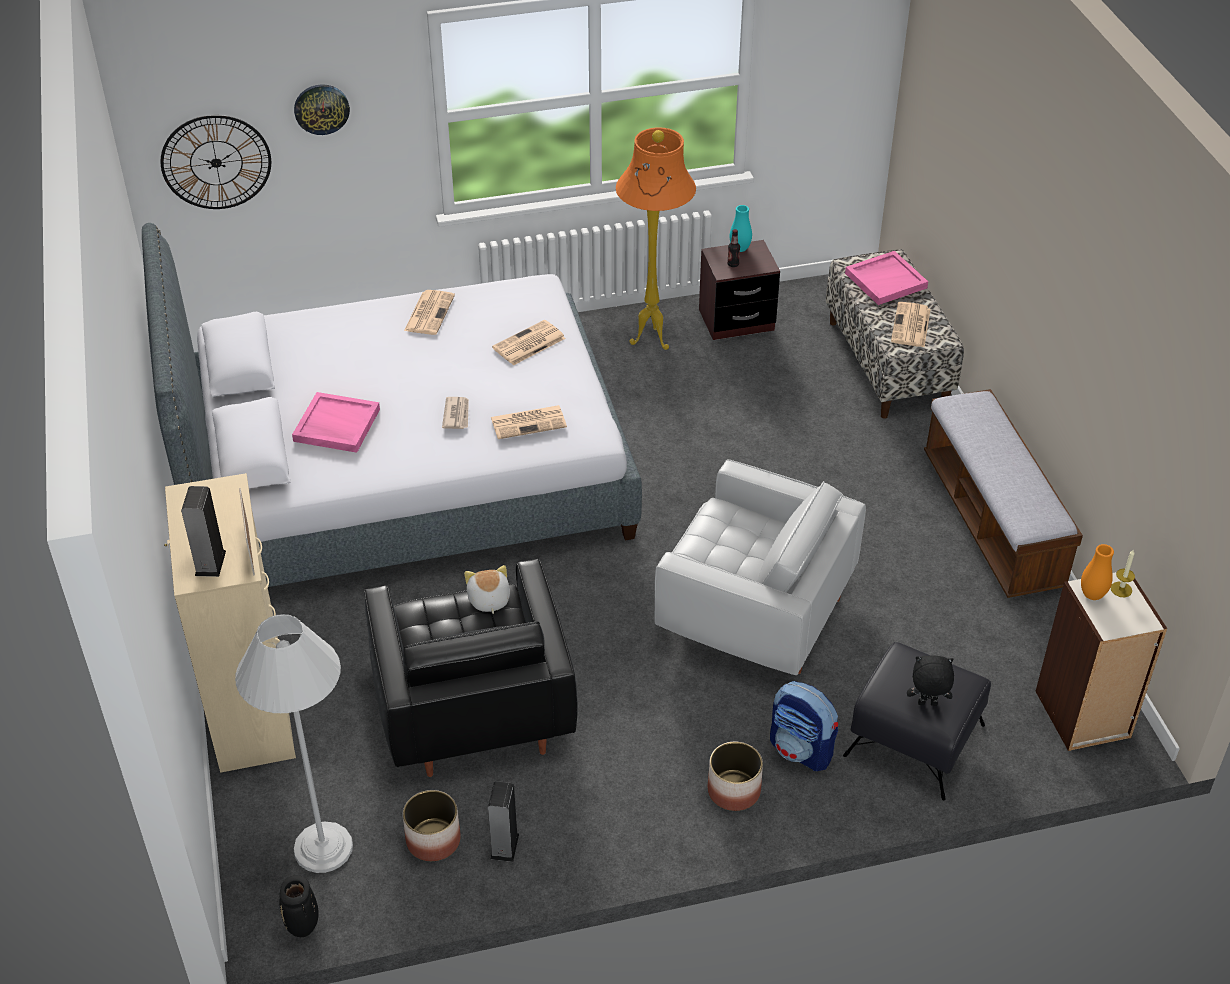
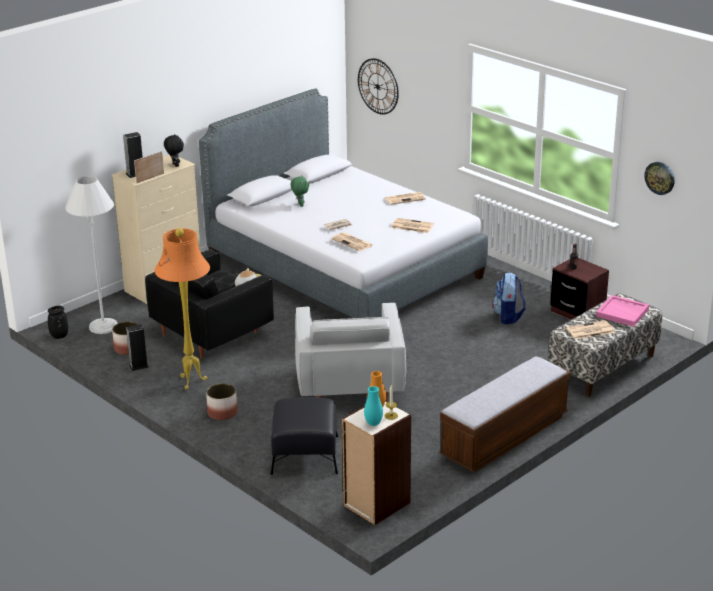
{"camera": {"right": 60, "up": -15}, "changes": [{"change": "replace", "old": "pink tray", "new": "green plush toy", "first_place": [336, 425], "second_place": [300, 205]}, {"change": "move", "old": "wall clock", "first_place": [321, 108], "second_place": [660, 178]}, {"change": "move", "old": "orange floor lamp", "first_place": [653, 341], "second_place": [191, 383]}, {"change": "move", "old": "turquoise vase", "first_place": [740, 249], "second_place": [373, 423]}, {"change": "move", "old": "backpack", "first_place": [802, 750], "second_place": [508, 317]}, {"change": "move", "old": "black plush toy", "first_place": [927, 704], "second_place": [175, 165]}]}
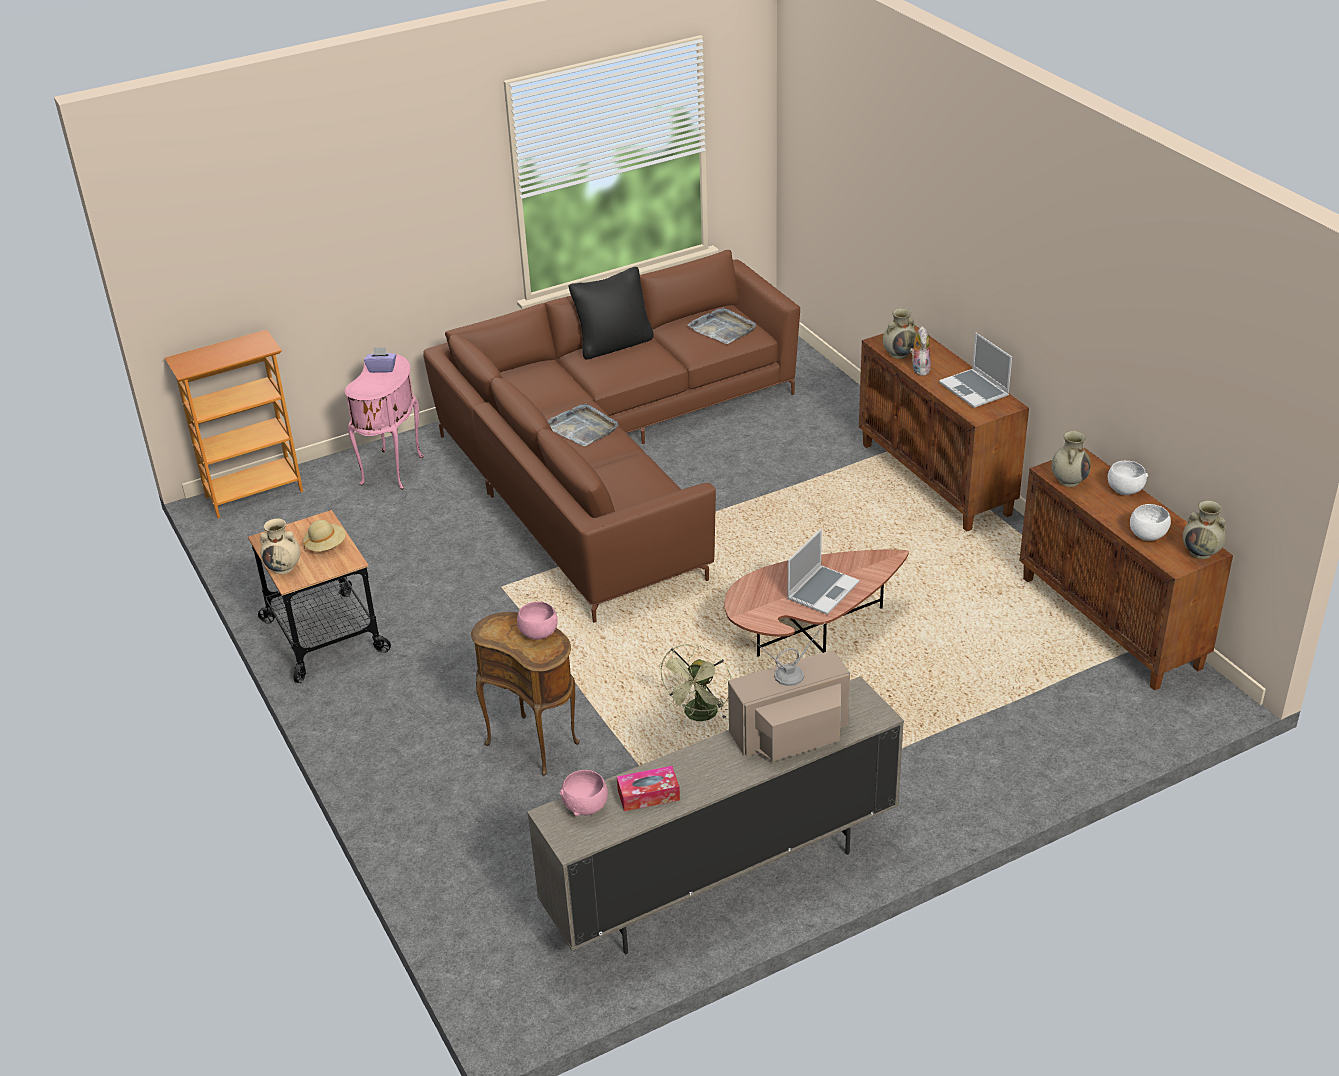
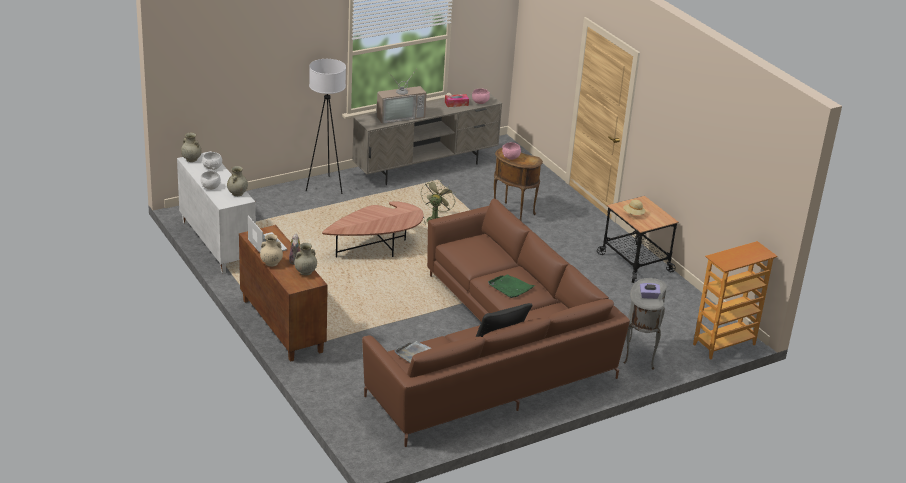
{"camera": {"right": 175, "up": -5}, "changes": [{"change": "move", "old": "beige vase", "first_place": [284, 568], "second_place": [271, 263]}, {"change": "recolor", "old": "pink side table", "new": "grey side table", "first_place": [394, 471], "second_place": [639, 354]}, {"change": "recolor", "old": "grey tray", "new": "green tray", "first_place": [583, 428], "second_place": [510, 287]}, {"change": "delete", "old": "laptop", "first_place": [822, 590]}, {"change": "recolor", "old": "brown cabinet", "new": "white cabinet", "first_place": [1111, 623], "second_place": [216, 243]}, {"change": "insert", "new": "white floor lamp", "second_place": [326, 186]}]}
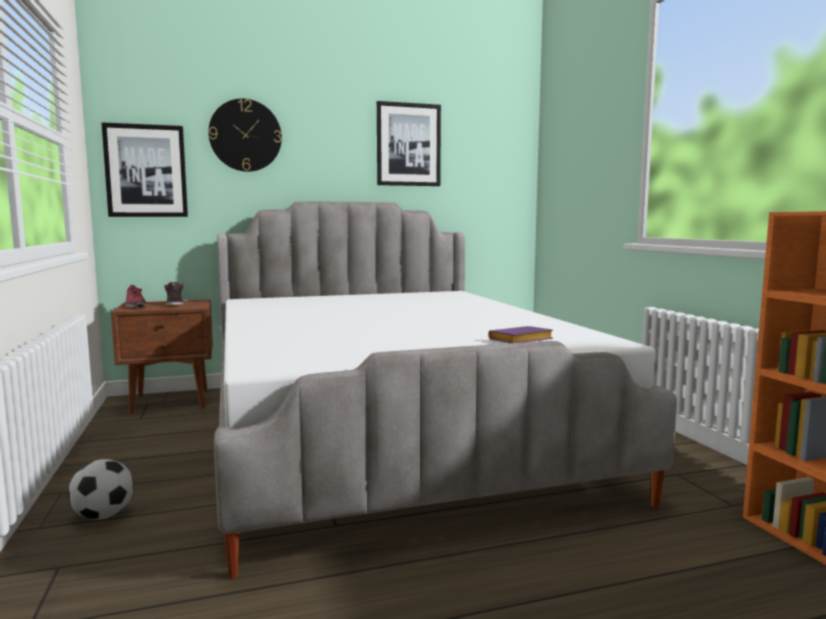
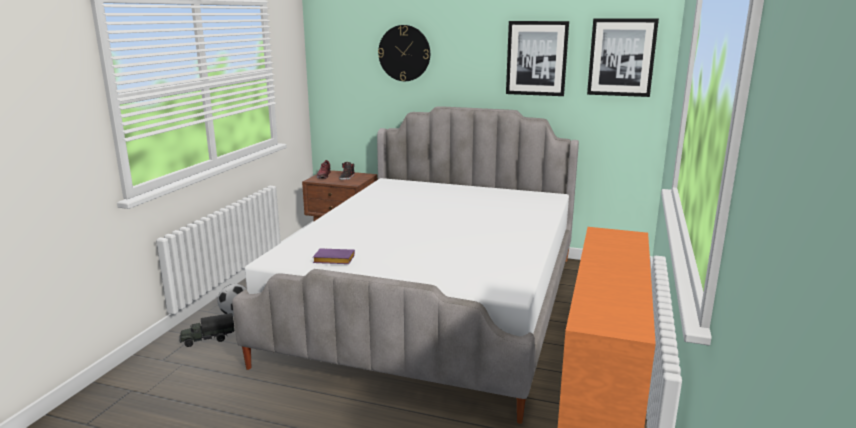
{"camera": {"right": 35, "up": 10}, "changes": [{"change": "move", "old": "picture", "first_place": [146, 171], "second_place": [621, 57]}, {"change": "move", "old": "purple book", "first_place": [520, 341], "second_place": [333, 260]}, {"change": "insert", "new": "toy truck", "second_place": [208, 339]}]}
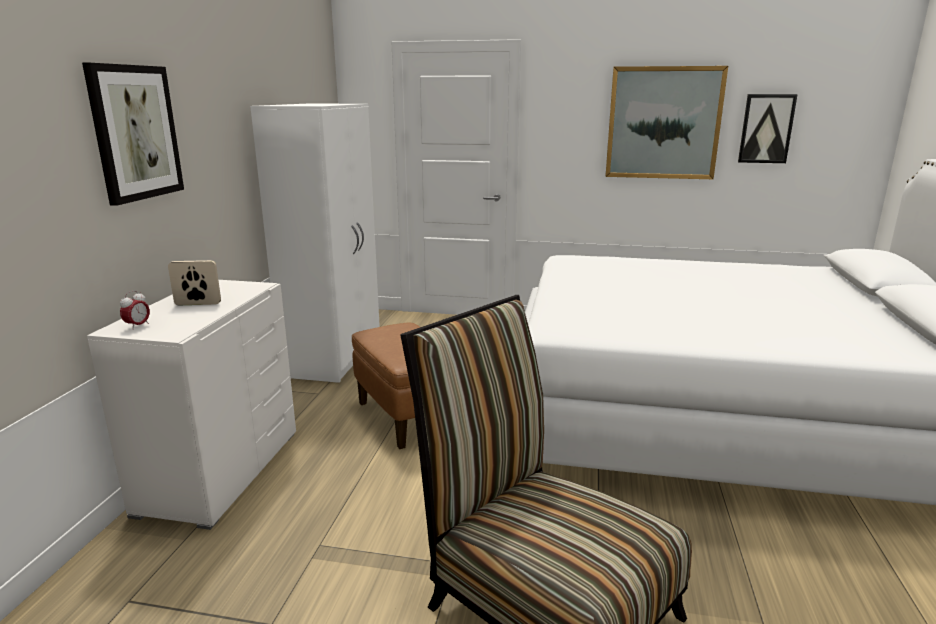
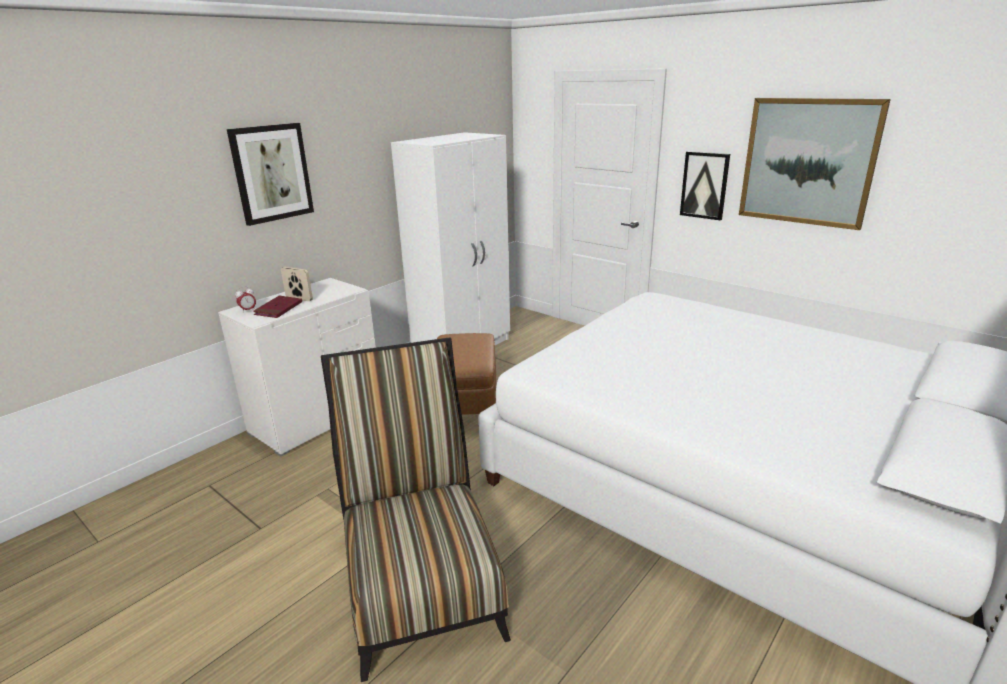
{"camera": {"right": 30, "up": 5}, "changes": [{"change": "move", "old": "picture", "first_place": [766, 128], "second_place": [704, 185]}, {"change": "insert", "new": "red book", "second_place": [278, 309]}]}
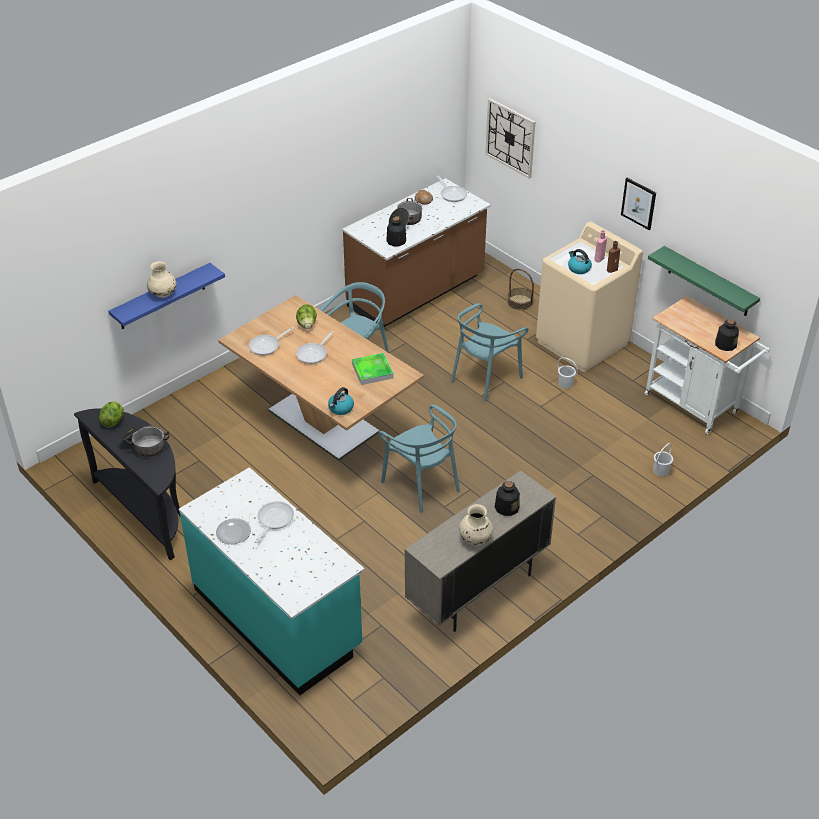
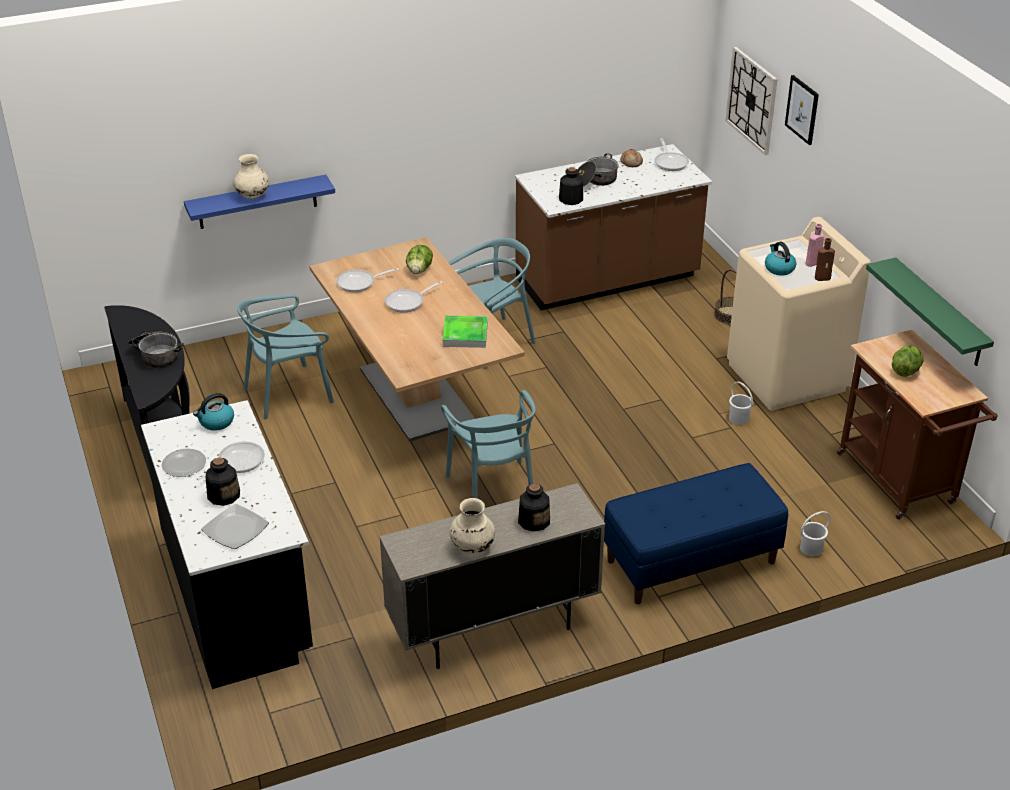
{"camera": {"right": 20, "up": -5}, "changes": [{"change": "move", "old": "lettuce", "first_place": [113, 421], "second_place": [905, 371]}, {"change": "recolor", "old": "turquoise counter", "new": "black counter", "first_place": [278, 618], "second_place": [238, 596]}, {"change": "move", "old": "kettle", "first_place": [340, 408], "second_place": [216, 422]}, {"change": "move", "old": "turquoise chair", "first_place": [485, 378], "second_place": [288, 393]}, {"change": "move", "old": "picture", "first_place": [638, 203], "second_place": [802, 109]}, {"change": "recolor", "old": "white cart", "new": "brown cart", "first_place": [695, 406], "second_place": [900, 483]}, {"change": "move", "old": "bottle", "first_place": [725, 344], "second_place": [223, 495]}, {"change": "insert", "new": "plate", "second_place": [235, 529]}, {"change": "insert", "new": "blue bench", "second_place": [690, 562]}]}
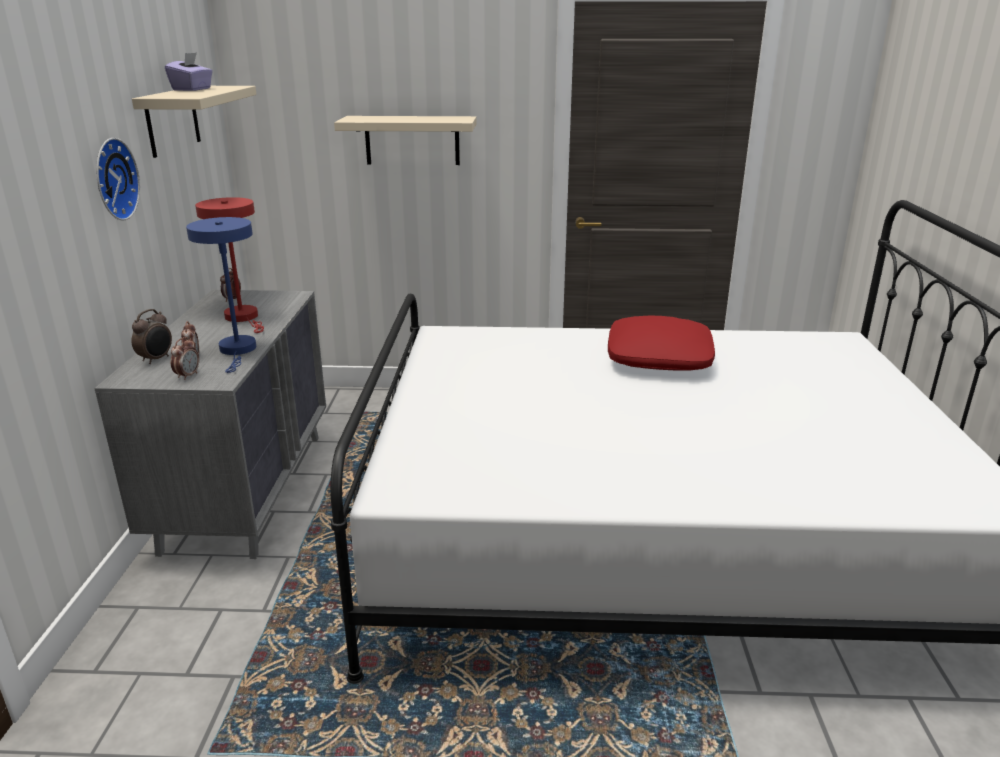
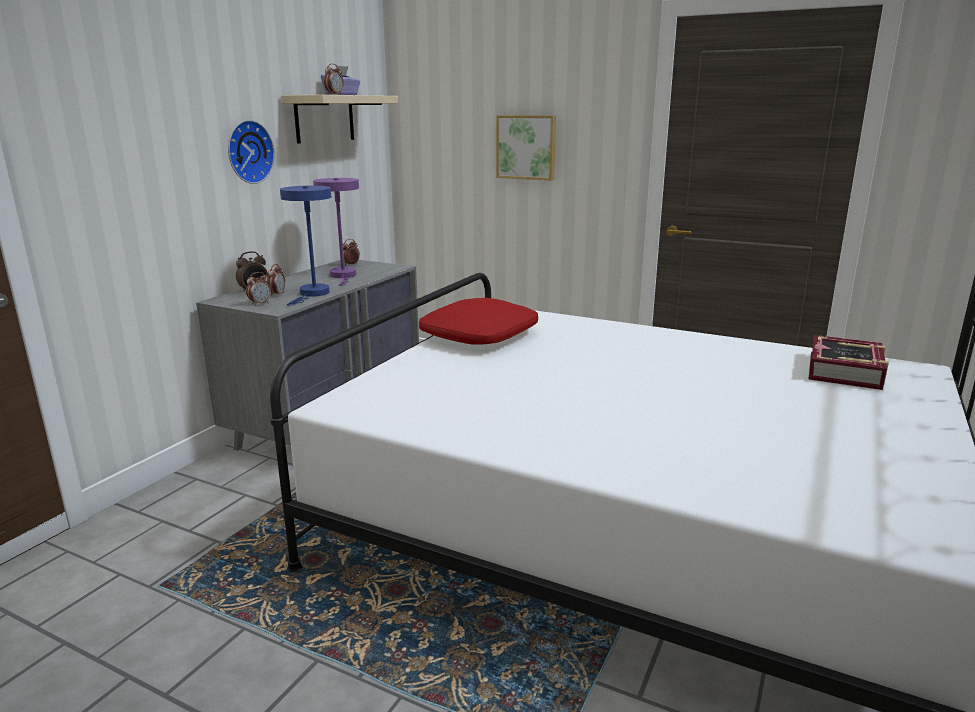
{"camera": {"right": 25, "up": -5}, "changes": [{"change": "recolor", "old": "red table lamp", "new": "purple table lamp", "first_place": [244, 318], "second_place": [343, 276]}, {"change": "replace", "old": "beige shelf", "new": "picture", "first_place": [412, 140], "second_place": [526, 147]}, {"change": "move", "old": "red pillow", "first_place": [659, 358], "second_place": [480, 336]}, {"change": "insert", "new": "alarm clock", "second_place": [334, 94]}, {"change": "insert", "new": "book", "second_place": [845, 371]}]}
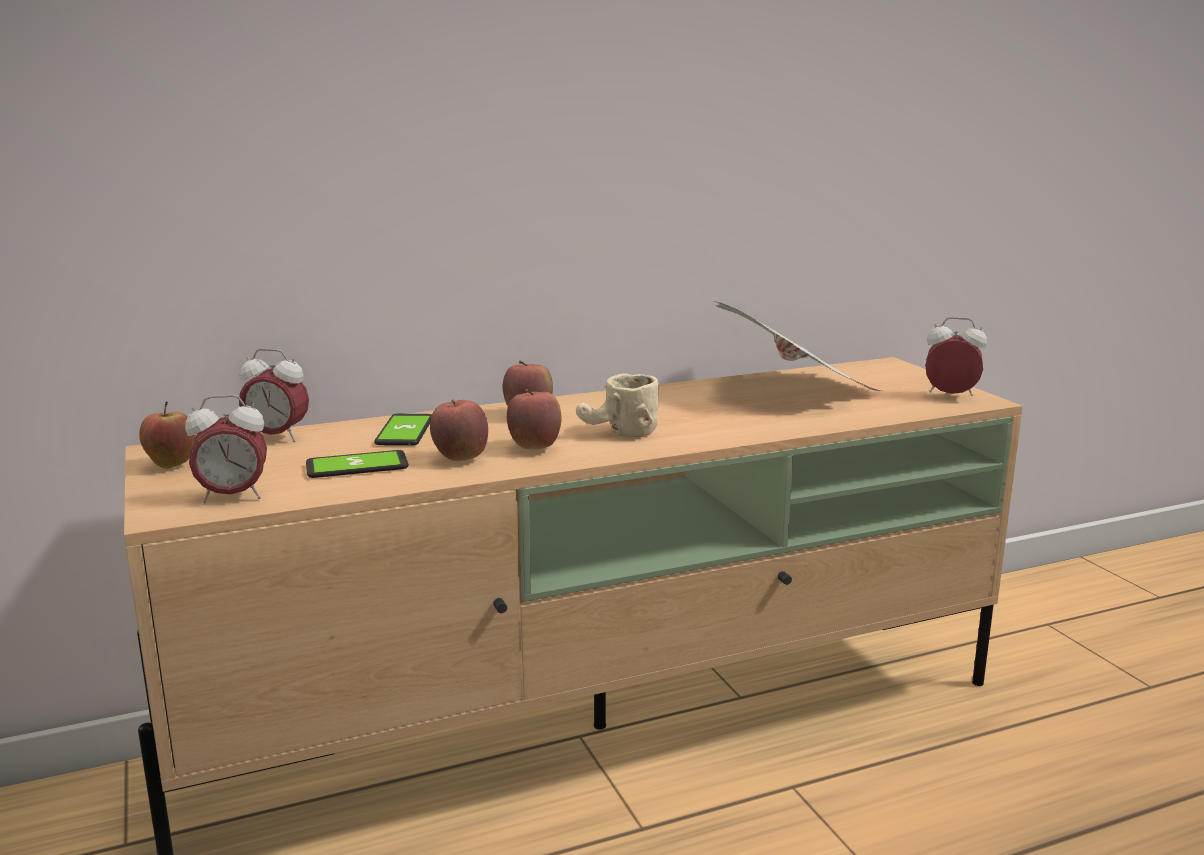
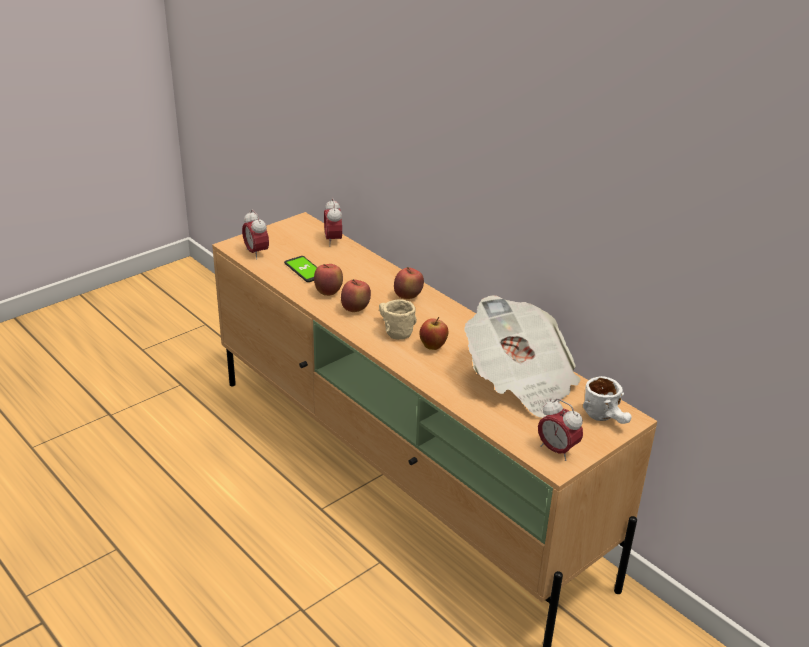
{"camera": {"right": 70, "up": 15}, "changes": [{"change": "move", "old": "apple", "first_place": [171, 465], "second_place": [433, 347]}, {"change": "delete", "old": "phone", "first_place": [404, 431]}, {"change": "rotate", "old": "alarm clock", "first_place": [950, 396], "second_place": [557, 450], "degrees": 135}, {"change": "insert", "new": "white mug", "second_place": [608, 418]}]}
